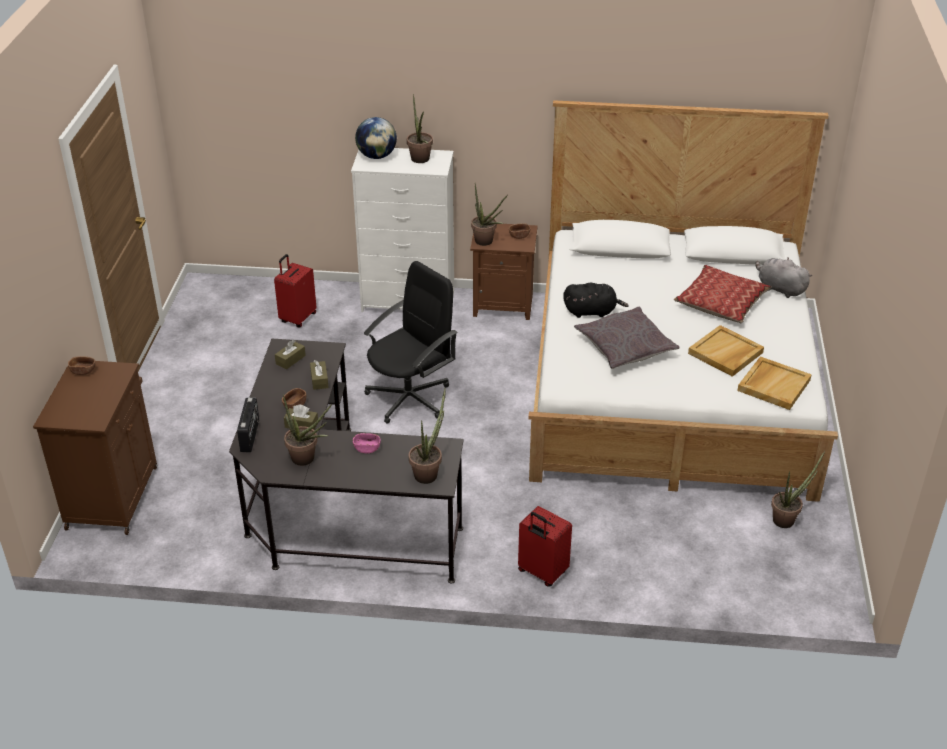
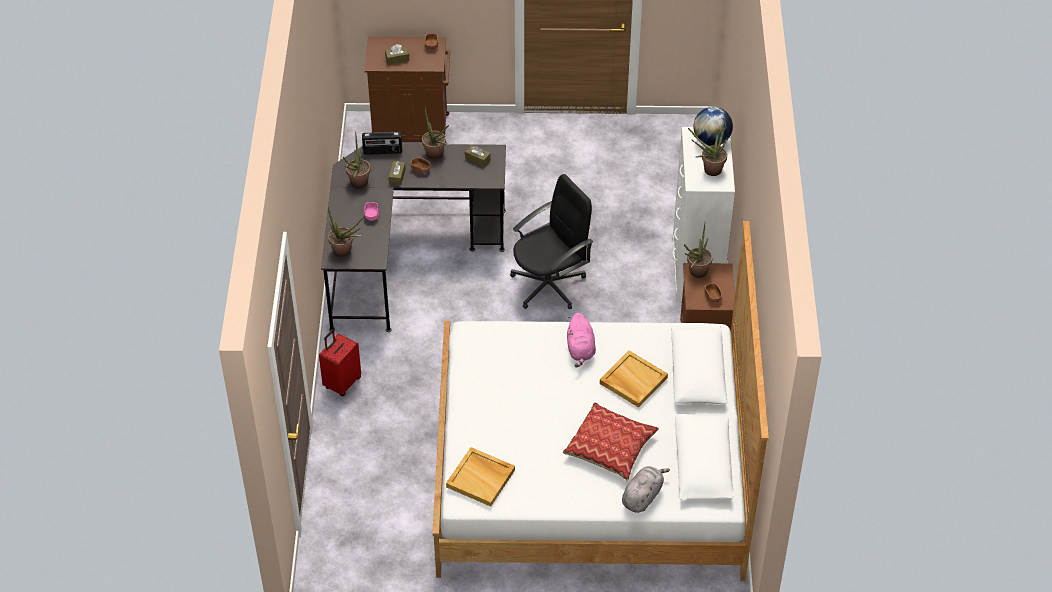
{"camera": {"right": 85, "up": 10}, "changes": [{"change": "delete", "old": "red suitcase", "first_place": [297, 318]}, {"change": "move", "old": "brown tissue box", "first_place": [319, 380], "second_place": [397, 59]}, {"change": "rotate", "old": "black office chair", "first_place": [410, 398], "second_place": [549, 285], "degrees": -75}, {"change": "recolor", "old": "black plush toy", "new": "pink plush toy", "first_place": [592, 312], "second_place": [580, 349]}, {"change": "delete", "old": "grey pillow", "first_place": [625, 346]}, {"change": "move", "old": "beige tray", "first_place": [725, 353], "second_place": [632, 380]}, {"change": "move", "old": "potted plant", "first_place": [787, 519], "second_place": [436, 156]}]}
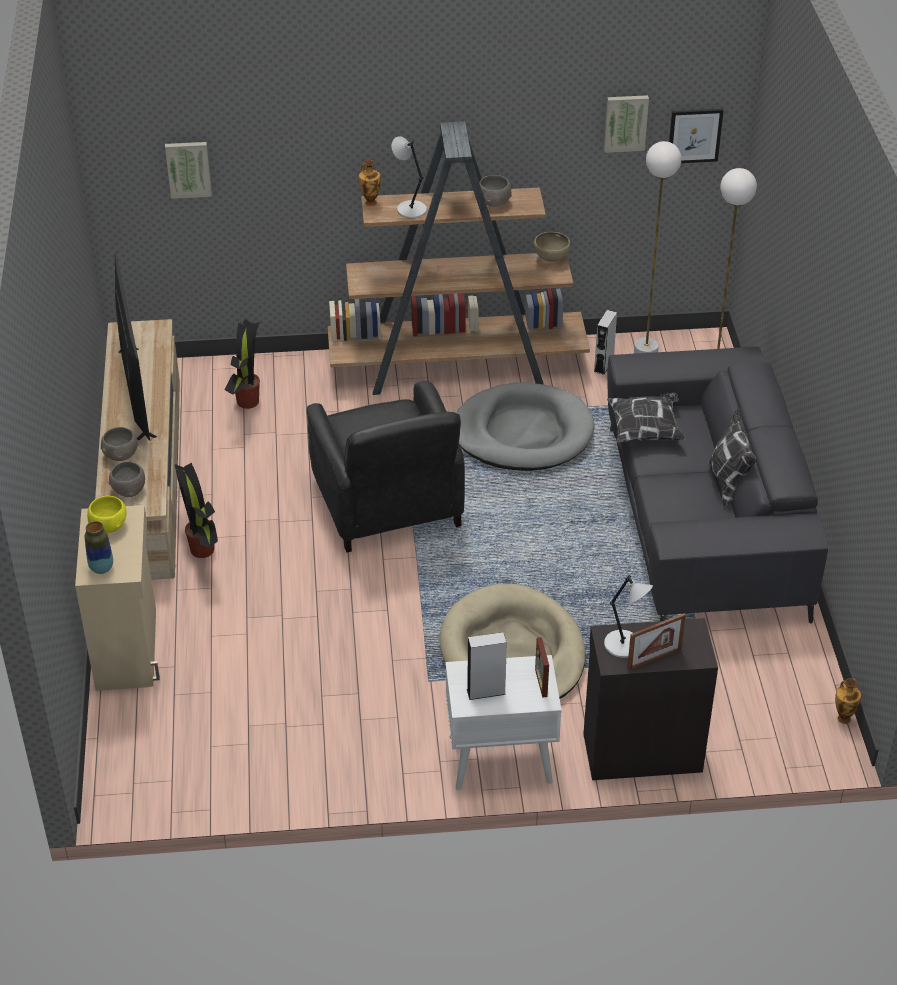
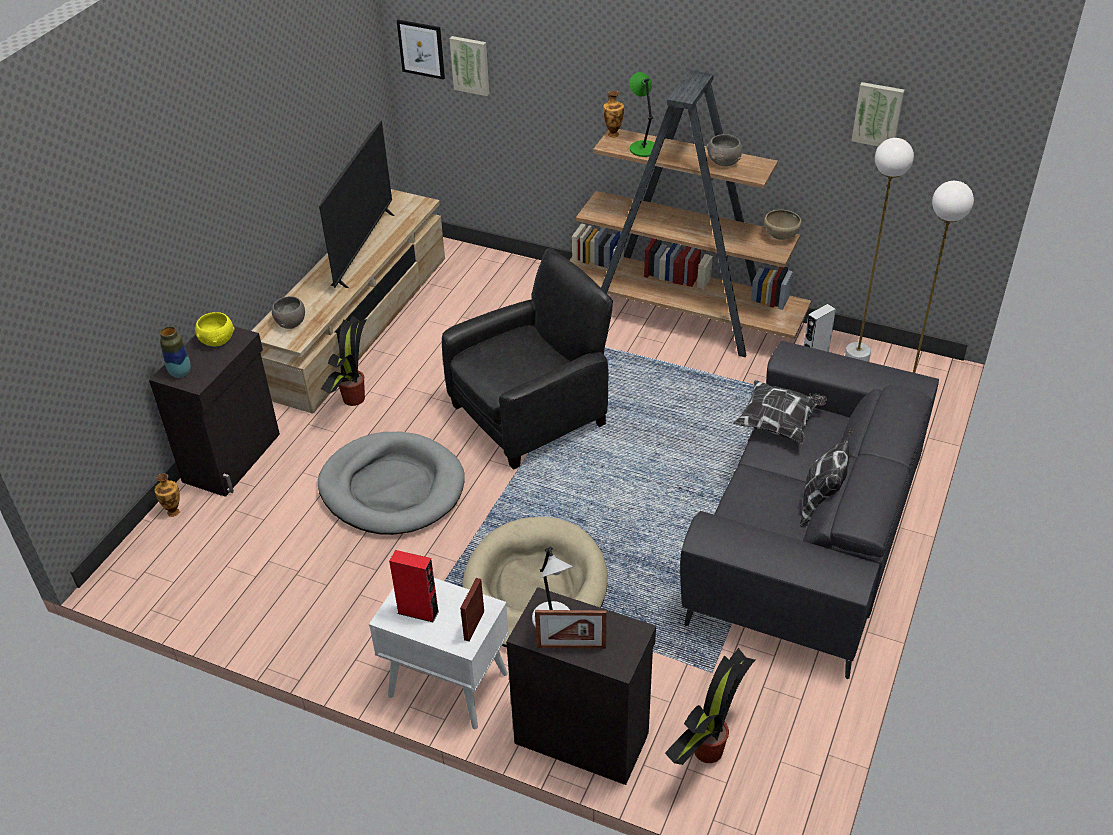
{"camera": {"right": 30, "up": 0}, "changes": [{"change": "recolor", "old": "beige cabinet", "new": "black cabinet", "first_place": [128, 648], "second_place": [233, 458]}, {"change": "delete", "old": "grey bowl", "first_place": [121, 455]}, {"change": "move", "old": "potted plant", "first_place": [247, 402], "second_place": [707, 752]}, {"change": "rotate", "old": "black armchair", "first_place": [388, 504], "second_place": [530, 414], "degrees": -135}, {"change": "recolor", "old": "grey table lamp", "new": "green table lamp", "first_place": [410, 209], "second_place": [643, 148]}, {"change": "move", "old": "grey dog bed", "first_place": [523, 433], "second_place": [392, 488]}, {"change": "recolor", "old": "grey speaker", "new": "red speaker", "first_place": [486, 691], "second_place": [418, 612]}, {"change": "move", "old": "picture", "first_place": [694, 135], "second_place": [421, 49]}, {"change": "move", "old": "vase", "first_place": [843, 718], "second_place": [173, 511]}]}
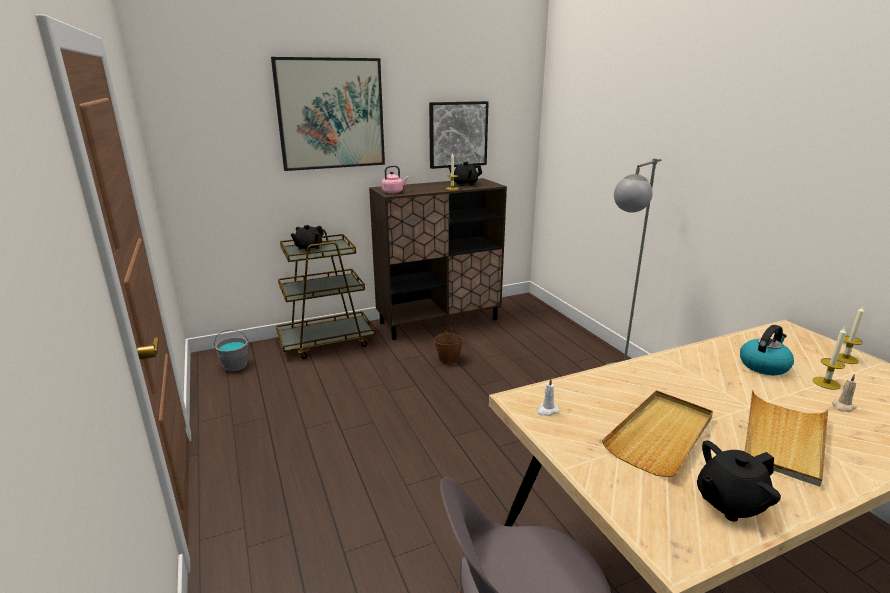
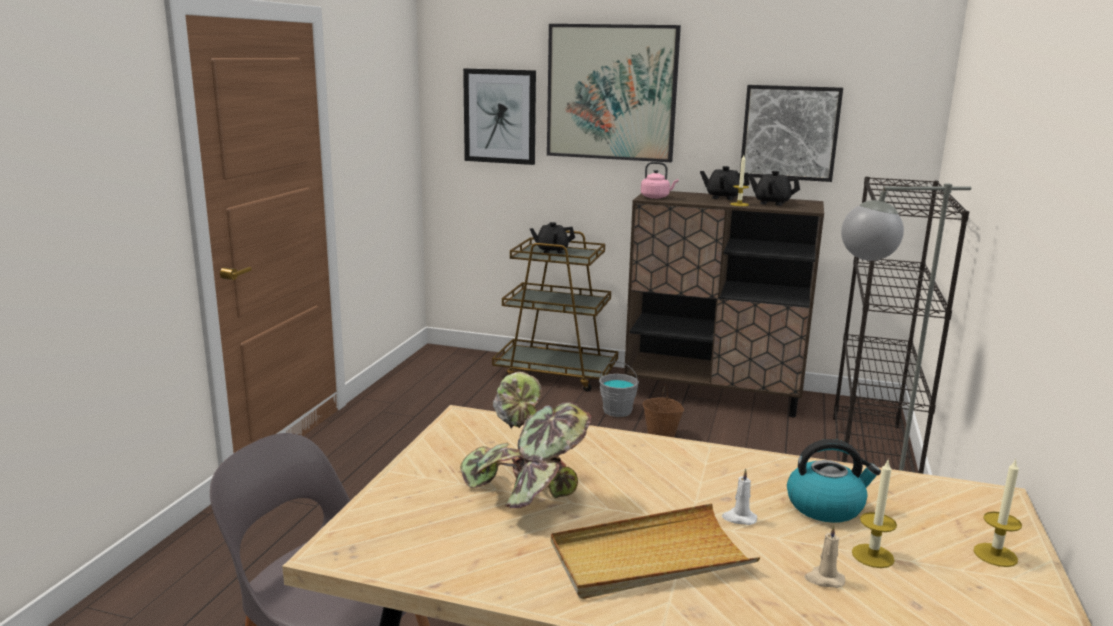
{"camera": {"right": 40, "up": -5}, "changes": [{"change": "move", "old": "grey bucket", "first_place": [235, 365], "second_place": [617, 410]}, {"change": "move", "old": "white candle", "first_place": [547, 410], "second_place": [739, 518]}, {"change": "replace", "old": "beige tray", "new": "potted plant", "first_place": [661, 435], "second_place": [527, 493]}, {"change": "move", "old": "black teapot", "first_place": [729, 502], "second_place": [723, 197]}, {"change": "insert", "new": "picture", "second_place": [500, 116]}, {"change": "insert", "new": "black bookcase", "second_place": [871, 459]}]}
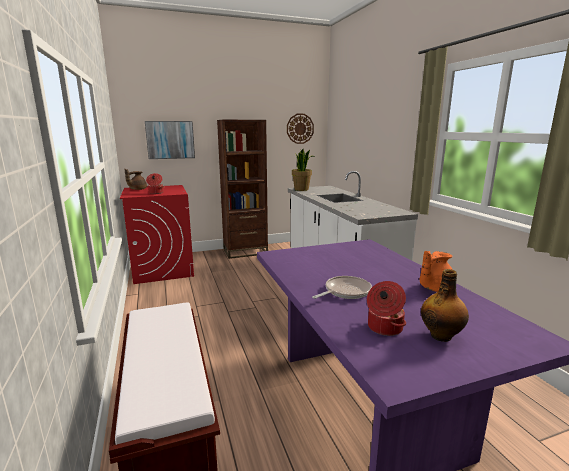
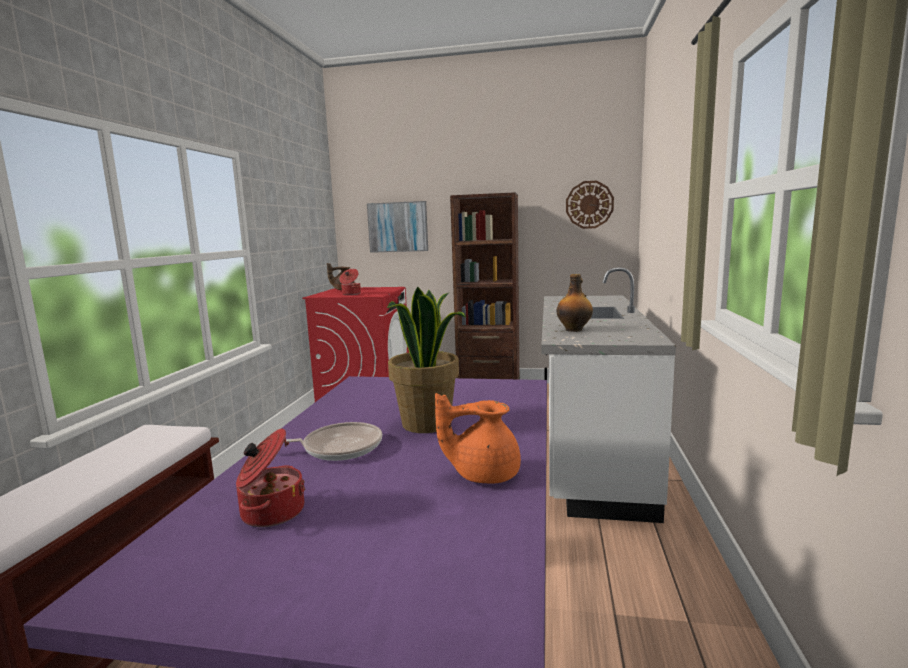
{"camera": {"right": 30, "up": -5}, "changes": [{"change": "move", "old": "potted plant", "first_place": [301, 189], "second_place": [427, 424]}, {"change": "move", "old": "bottle", "first_place": [441, 335], "second_place": [574, 330]}]}
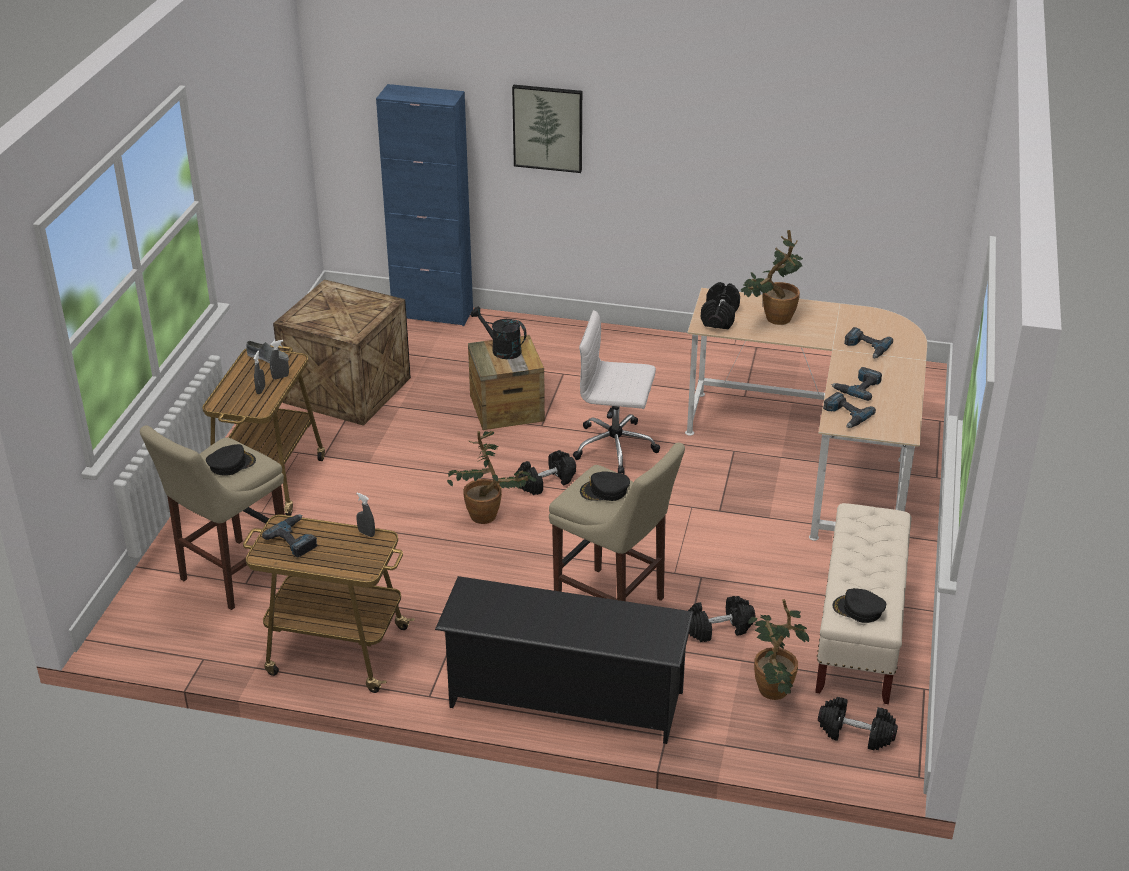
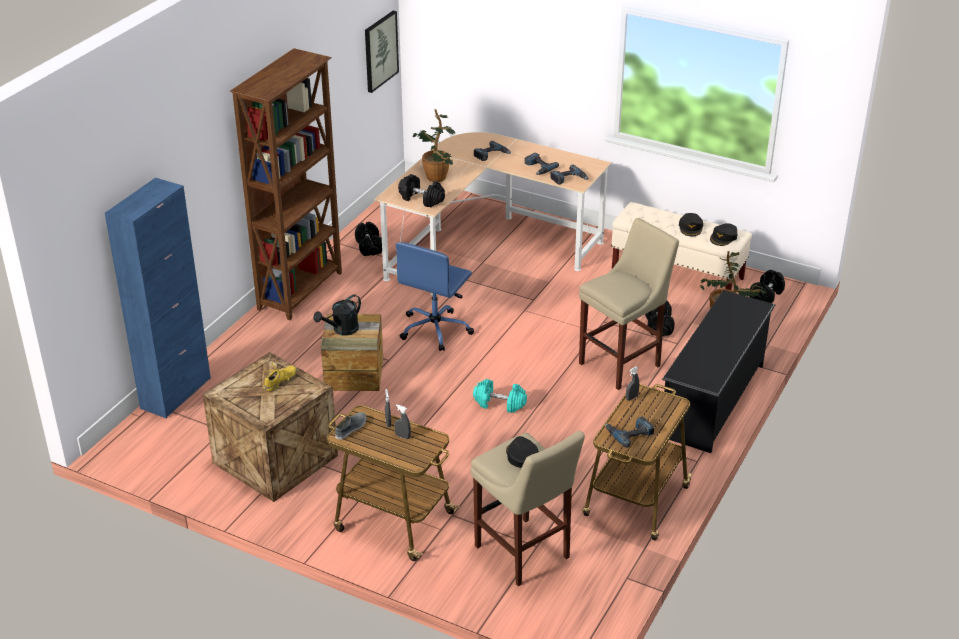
{"camera": {"right": -75, "up": 0}, "changes": [{"change": "replace", "old": "potted plant", "new": "turquoise dumbbell", "first_place": [490, 517], "second_place": [499, 404]}, {"change": "move", "old": "picture", "first_place": [548, 128], "second_place": [380, 51]}, {"change": "move", "old": "black dumbbell", "first_place": [545, 483], "second_place": [369, 247]}, {"change": "recolor", "old": "white office chair", "new": "blue office chair", "first_place": [616, 447], "second_place": [436, 329]}, {"change": "move", "old": "black cap", "first_place": [604, 491], "second_place": [691, 227]}, {"change": "insert", "new": "brown bookcase", "second_place": [301, 291]}, {"change": "insert", "new": "yellow shoe", "second_place": [280, 382]}]}
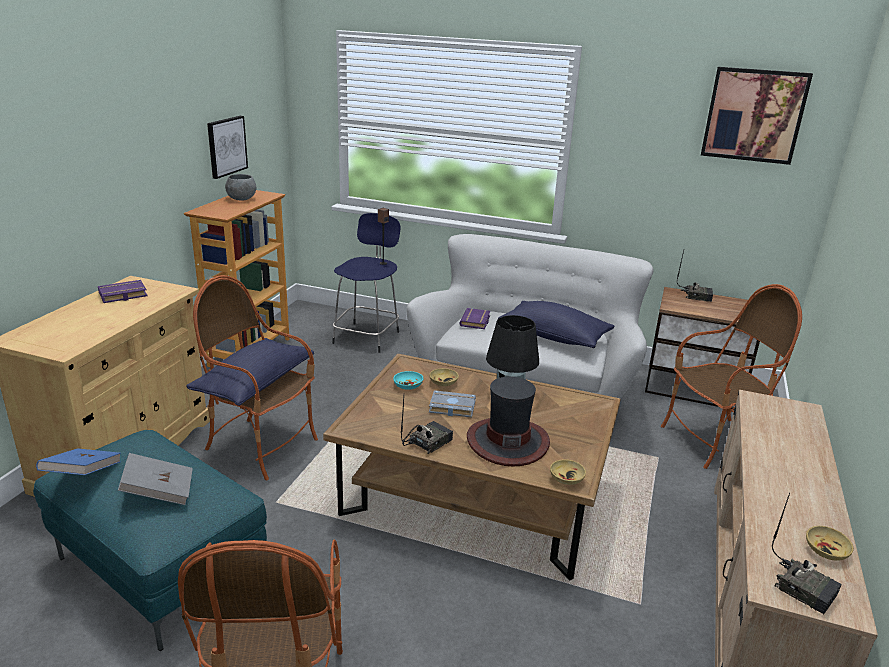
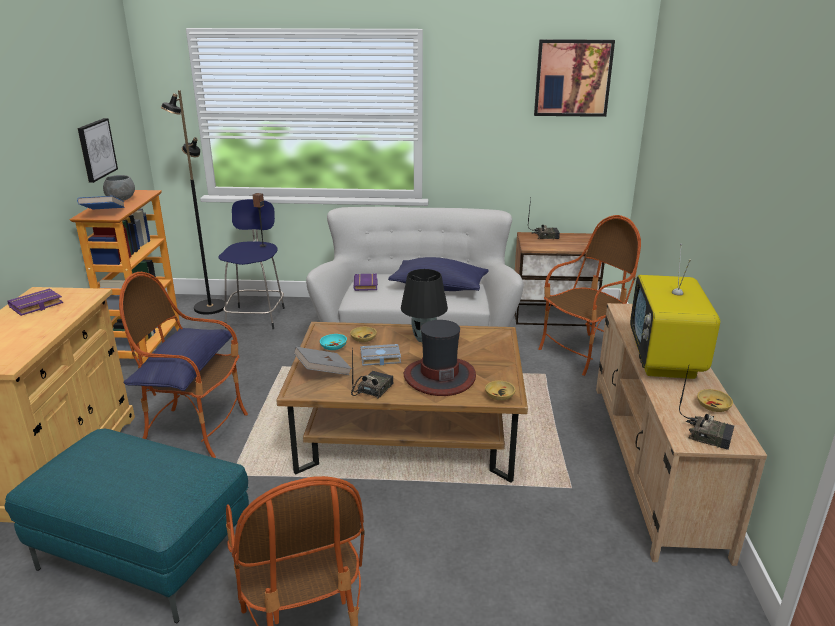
{"camera": {"right": -15, "up": 0}, "changes": [{"change": "move", "old": "blue book", "first_place": [83, 475], "second_place": [103, 213]}, {"change": "move", "old": "grey book", "first_place": [159, 492], "second_place": [323, 372]}, {"change": "insert", "new": "black floor lamp", "second_place": [209, 307]}, {"change": "insert", "new": "television", "second_place": [665, 360]}]}
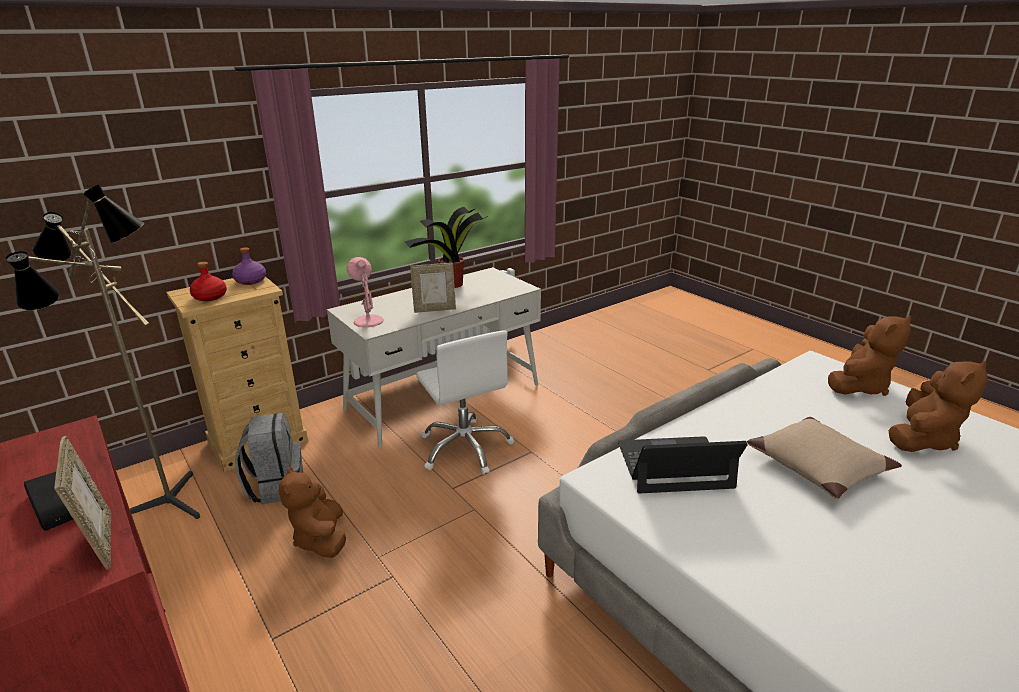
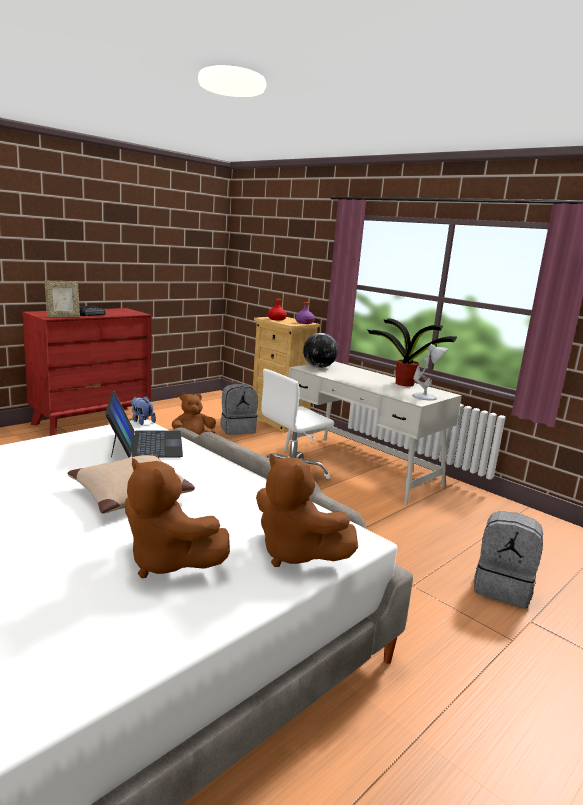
{"camera": {"right": 80, "up": -10}, "changes": [{"change": "delete", "old": "floor lamp", "first_place": [162, 508]}, {"change": "replace", "old": "pink table lamp", "new": "globe", "first_place": [367, 320], "second_place": [318, 367]}, {"change": "delete", "old": "picture frame", "first_place": [435, 309]}, {"change": "insert", "new": "plush toy", "second_place": [142, 421]}, {"change": "insert", "new": "white table lamp", "second_place": [425, 397]}, {"change": "insert", "new": "grey backpack", "second_place": [502, 588]}]}
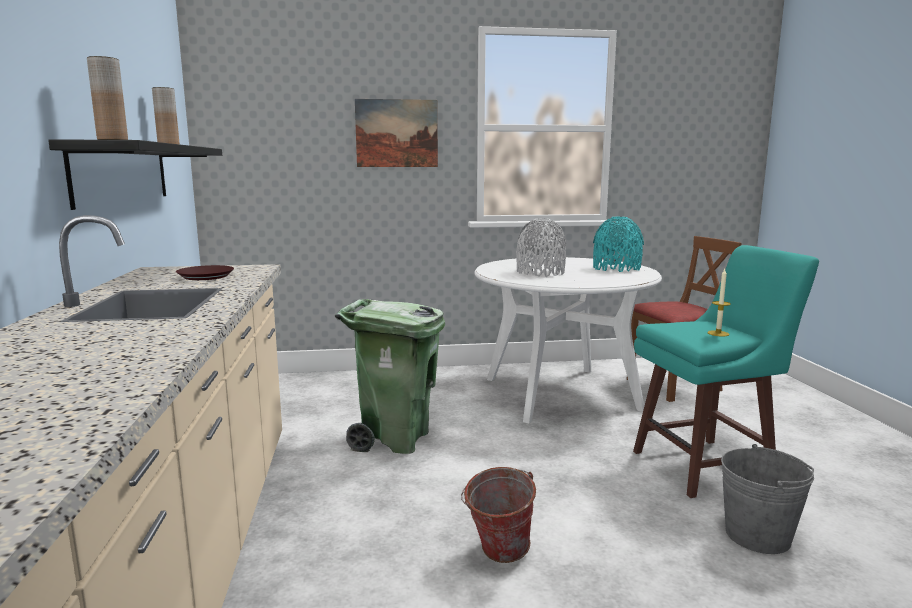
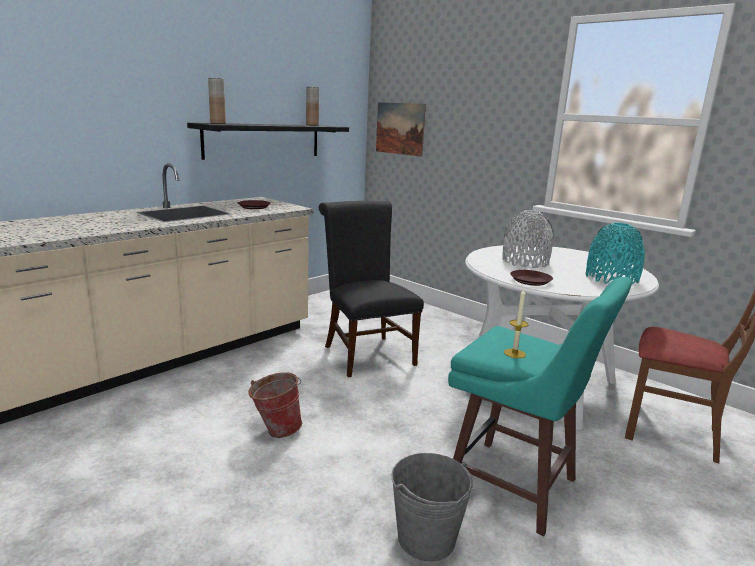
{"camera": {"right": 50, "up": 5}, "changes": [{"change": "replace", "old": "green trash can", "new": "black chair", "first_place": [395, 439], "second_place": [366, 353]}, {"change": "move", "old": "picture", "first_place": [397, 133], "second_place": [400, 128]}, {"change": "insert", "new": "brown plate", "second_place": [531, 281]}]}
